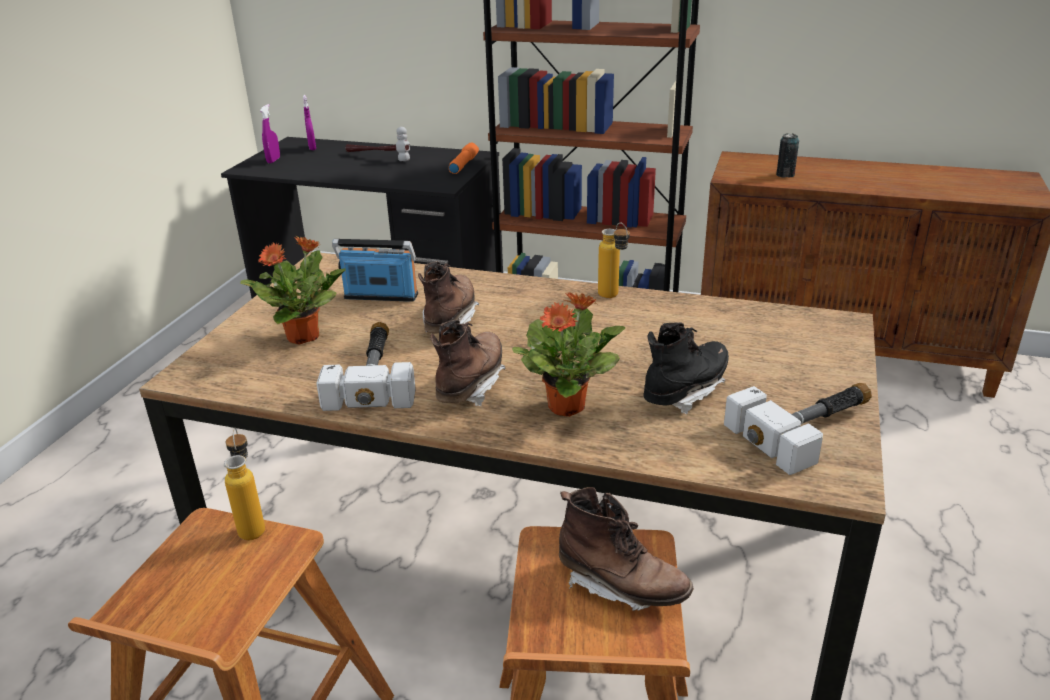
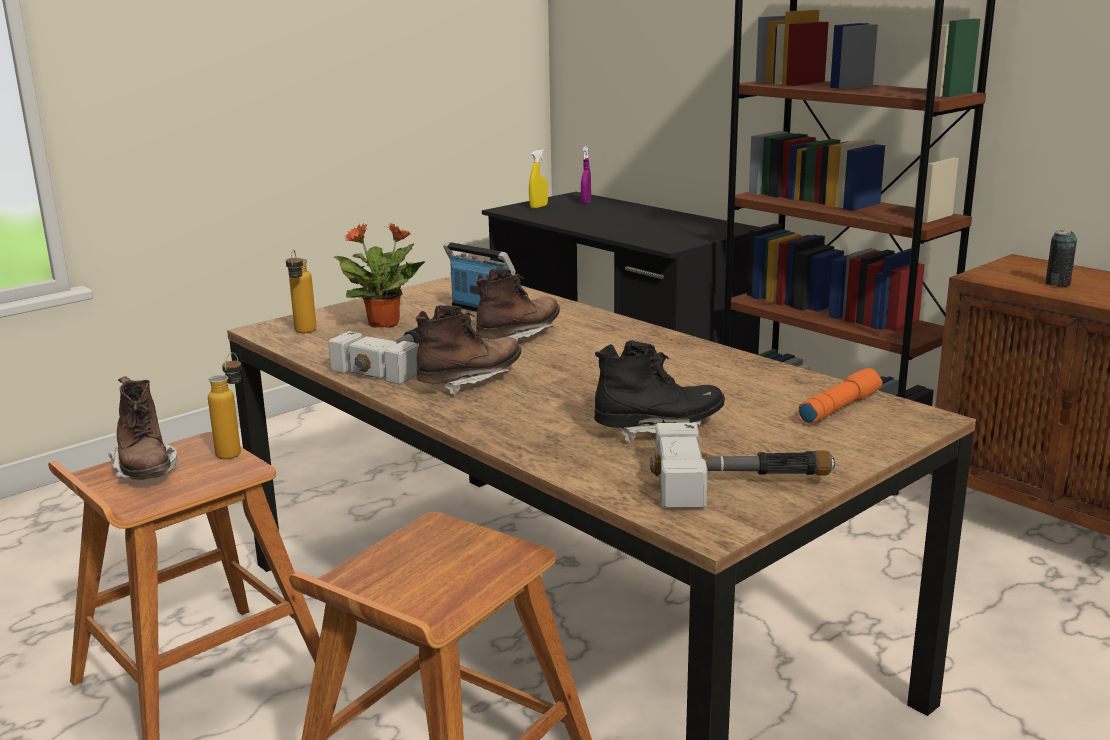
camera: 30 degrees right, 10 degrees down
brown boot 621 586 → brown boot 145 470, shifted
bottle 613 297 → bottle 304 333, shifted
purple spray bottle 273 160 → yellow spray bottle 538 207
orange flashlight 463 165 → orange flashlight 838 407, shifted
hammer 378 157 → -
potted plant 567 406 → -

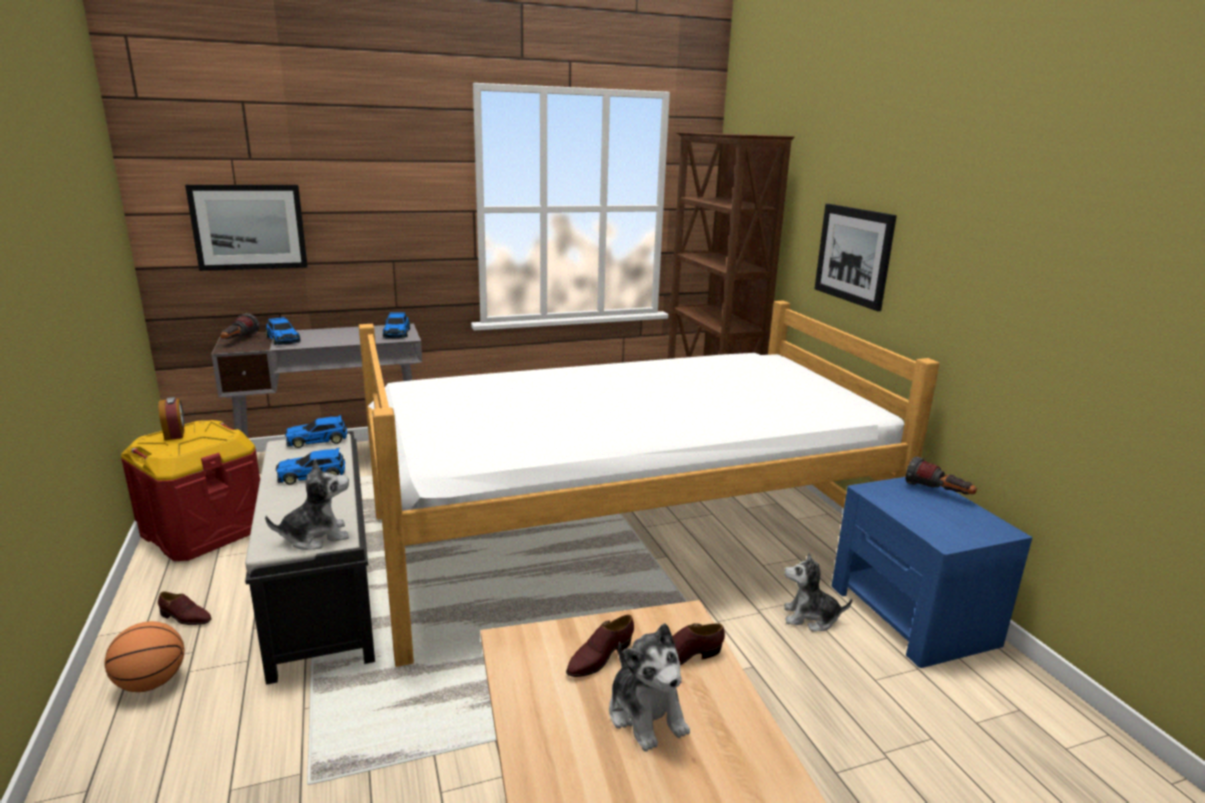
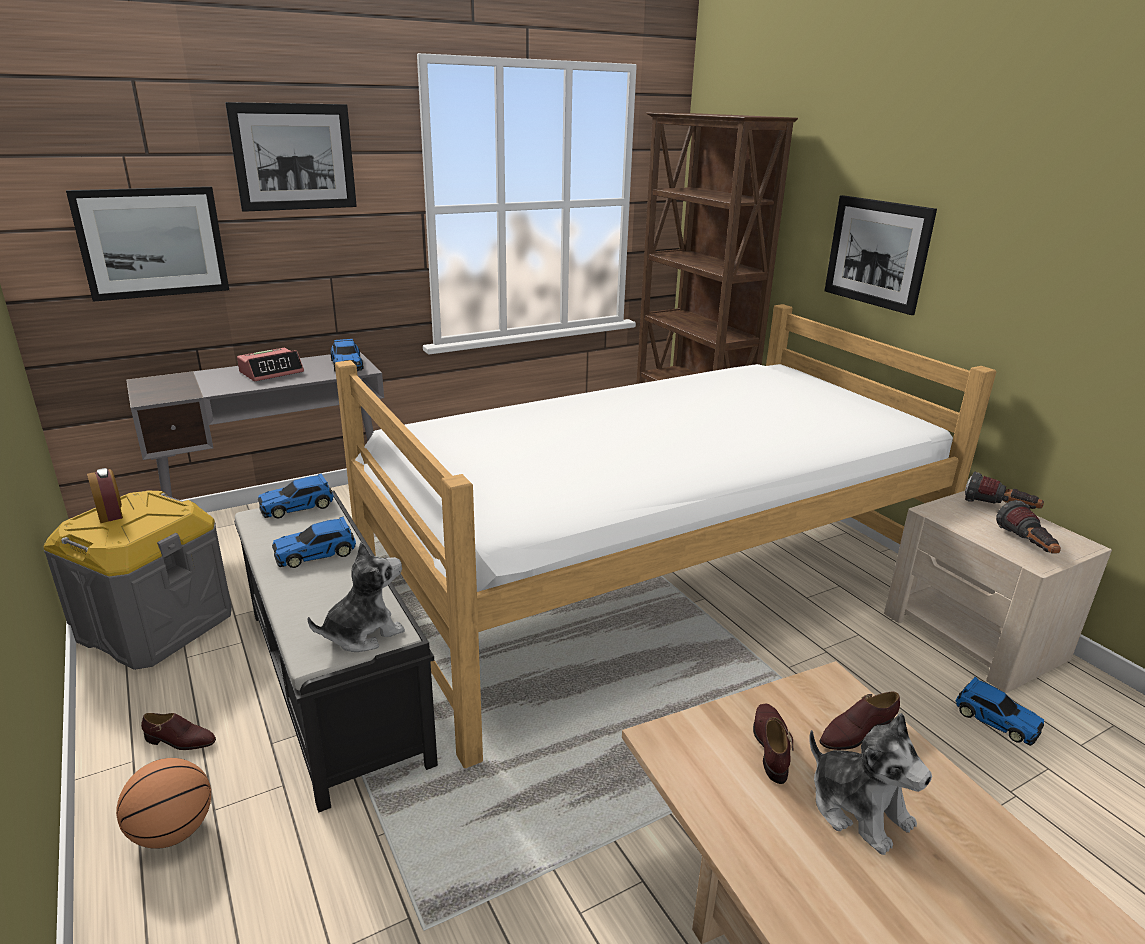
camera: 10 degrees left, 5 degrees up
red storage box 203 530 → grey storage box 155 625
- → picture 294 157
- → alarm clock 272 372
brown shoe 599 657 → brown shoe 771 746, 150 degrees clockwise
blue nightstand 912 615 → beige nightstand 974 636
toy car 283 339 → toy car 995 719, shifted
flashlight 238 340 → flashlight 1027 546, shifted
plush toy 810 618 → -

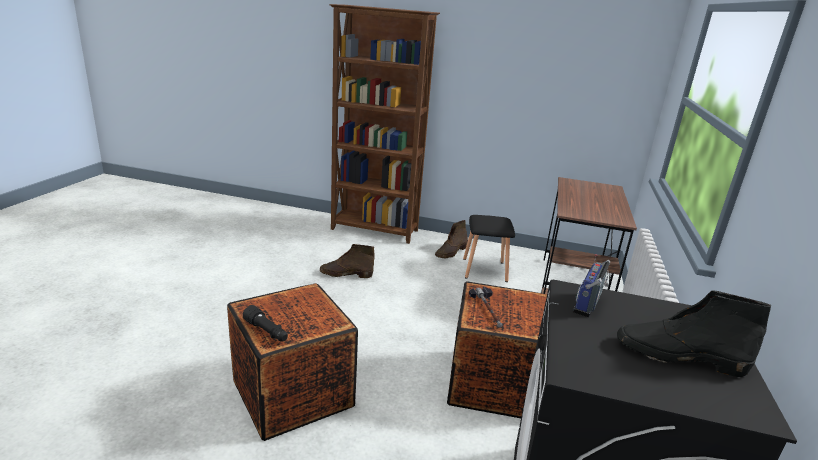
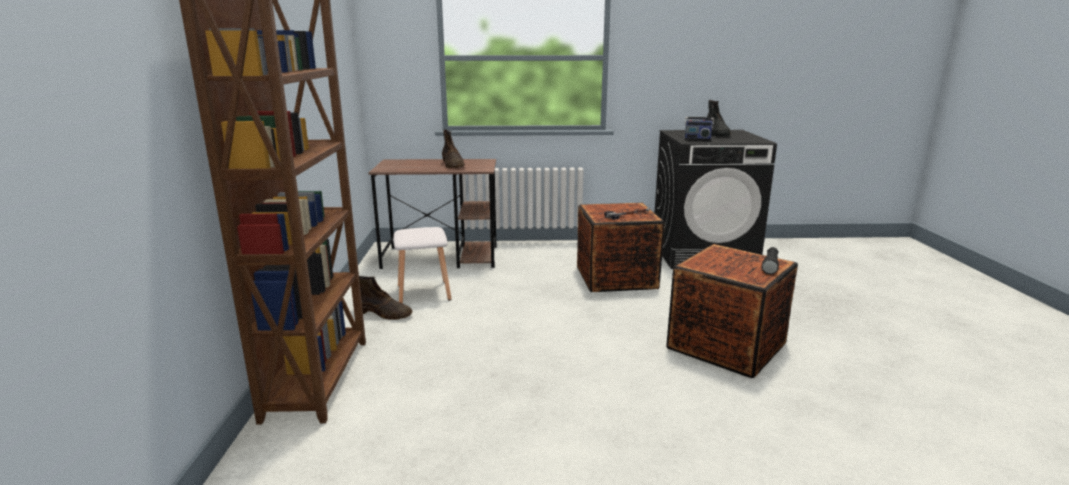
camera: 105 degrees left, 5 degrees down
black stool 484 269 → white stool 422 293
brown boot 345 274 → brown boot 453 165, shifted

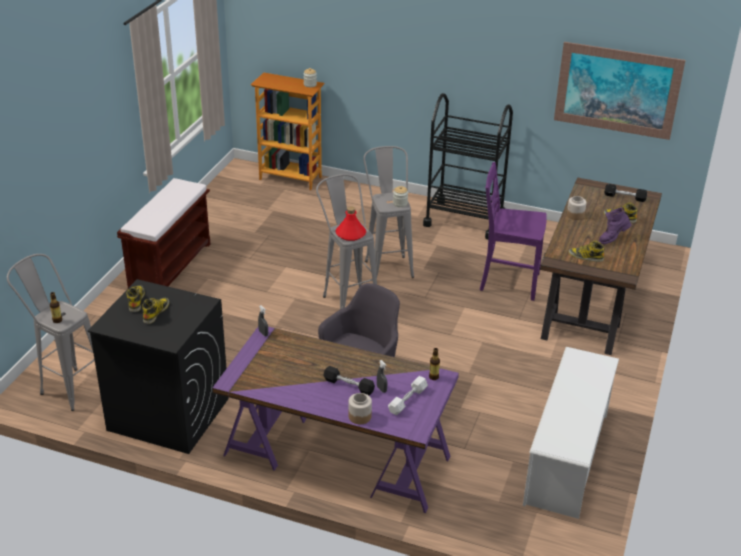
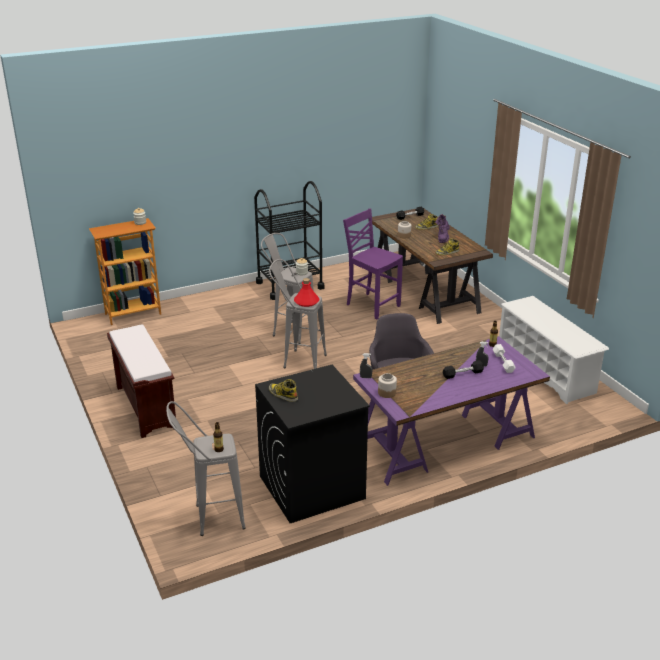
camera: 45 degrees left, 5 degrees down
purple chair 508 282 → purple chair 372 305, 75 degrees clockwise
jar 360 416 → jar 386 393, shifted
boot 156 312 → -
picture 617 90 → -

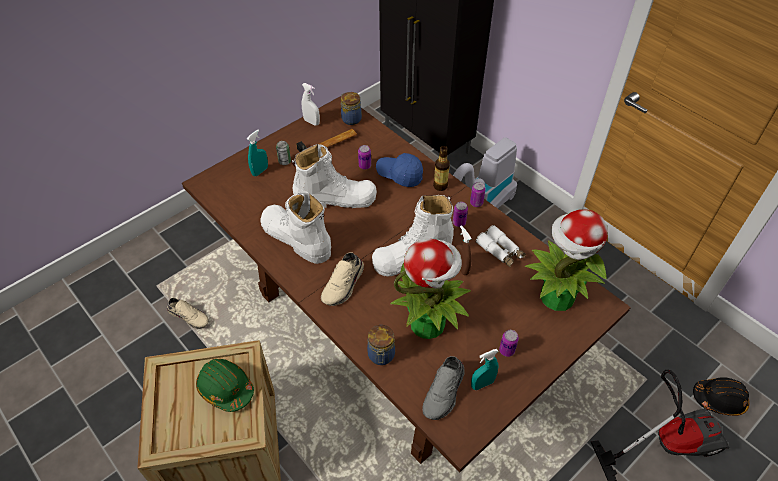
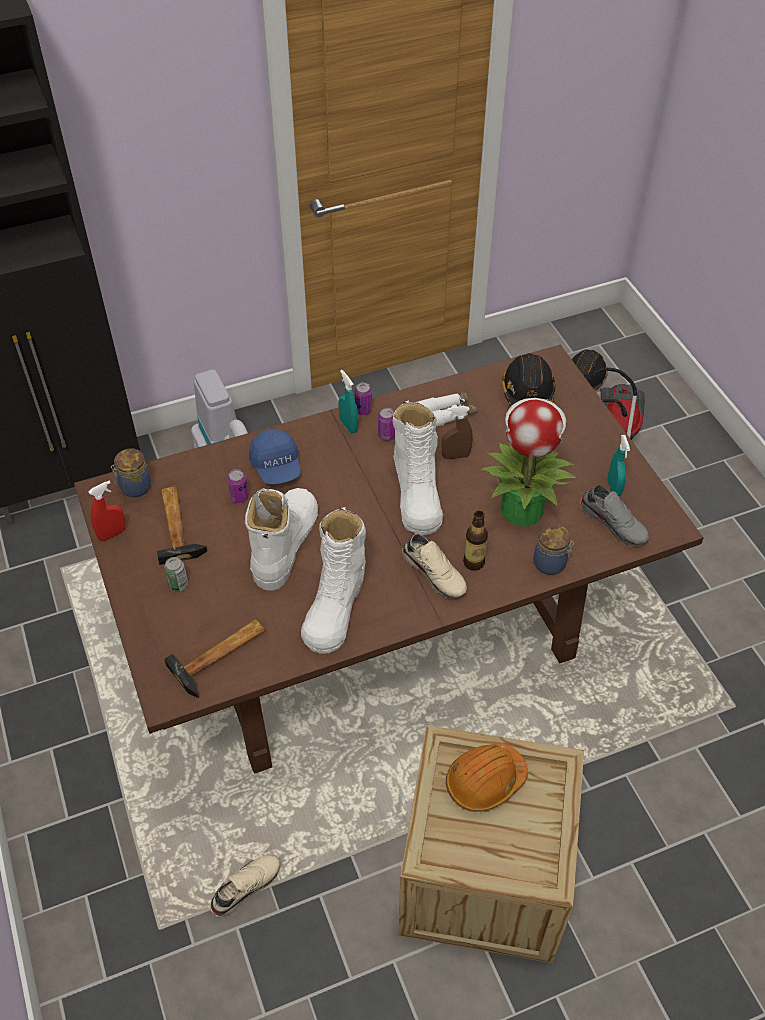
camera: 70 degrees left, 0 degrees up
white spray bottle 311 122 → red spray bottle 112 534
- → hammer 221 656
blue cap 399 175 → blue cap 276 466, 60 degrees counterclockwise
white boot 296 238 → white boot 335 604, 45 degrees counterclockwise
turquoise spray bottle 260 171 → turquoise spray bottle 348 426, shifted
green hard hat 225 388 → orange hard hat 485 781
bottle 440 186 → bottle 474 562, shifted
potted plant 556 297 → black hard hat 528 393
can 506 350 → -

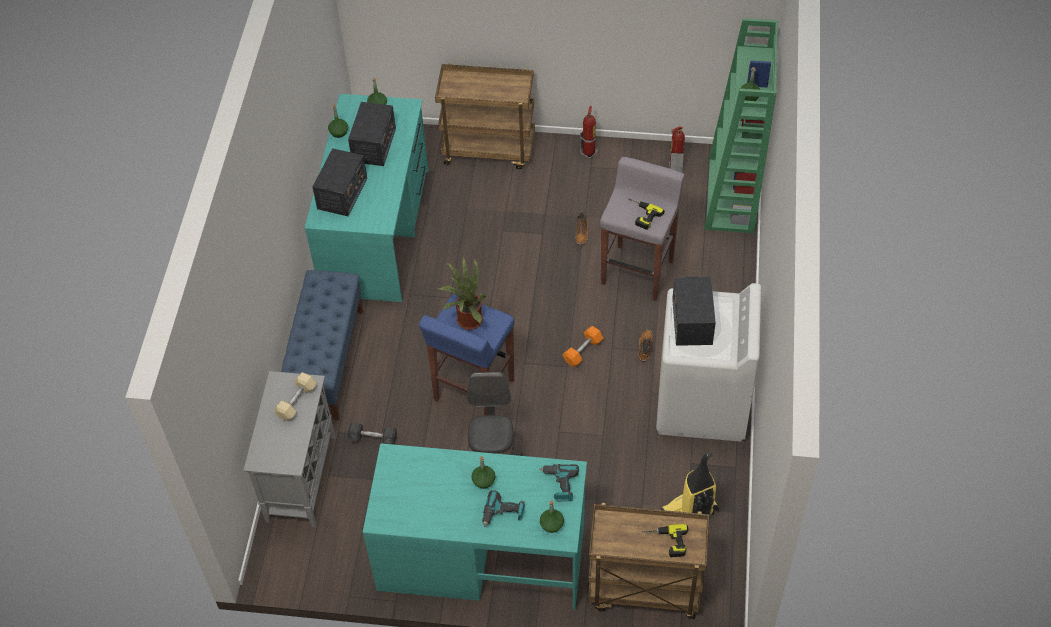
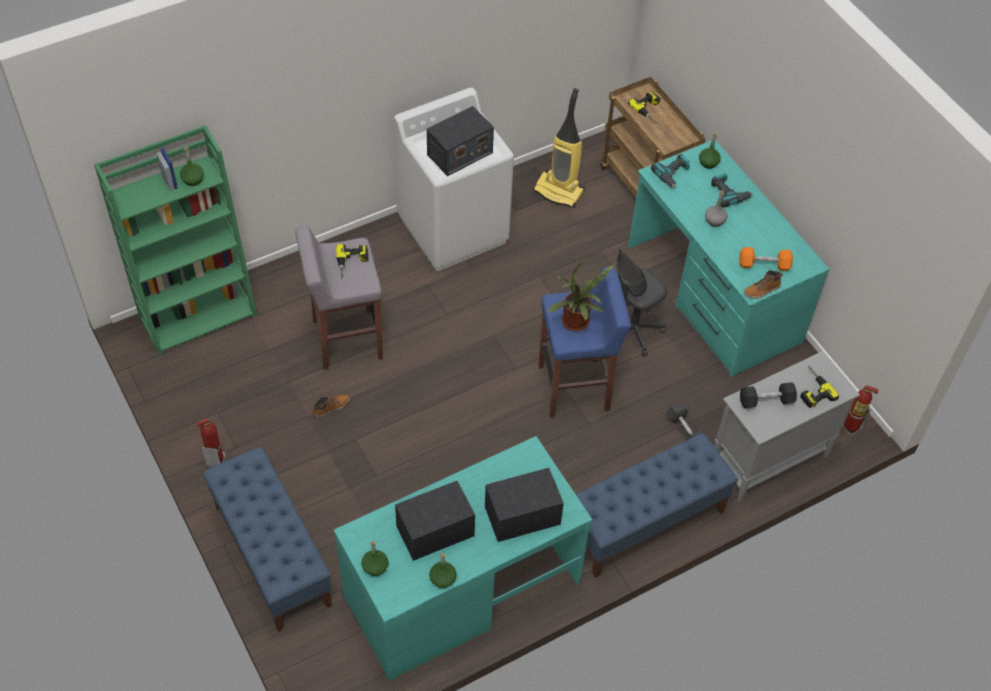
camera: 130 degrees left, 0 degrees up
brown cart 489 149 → blue bench 272 555
green bottle 483 481 → grey bottle 714 220
orange dumbbell 583 351 → orange dumbbell 764 264, shifted
beige dumbbell 296 401 → black dumbbell 766 400
boot 645 347 → boot 762 290, shifted
- → power drill 811 389
fire extinguisher 675 168 → fire extinguisher 851 427, shifted

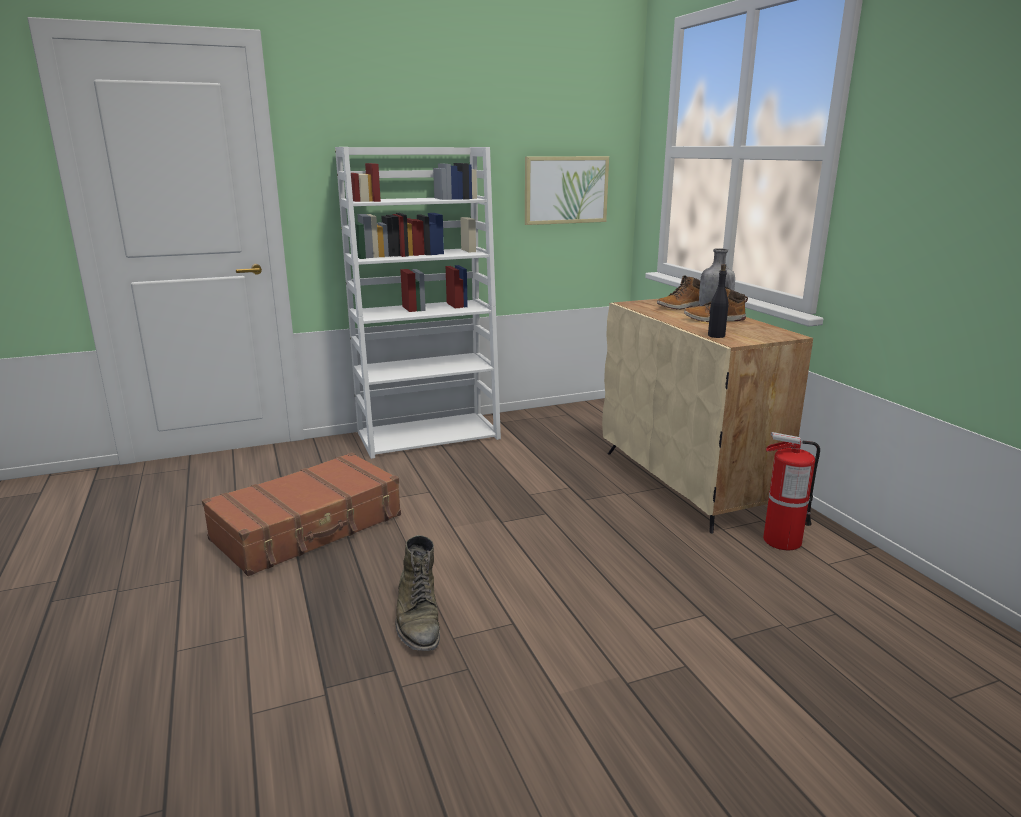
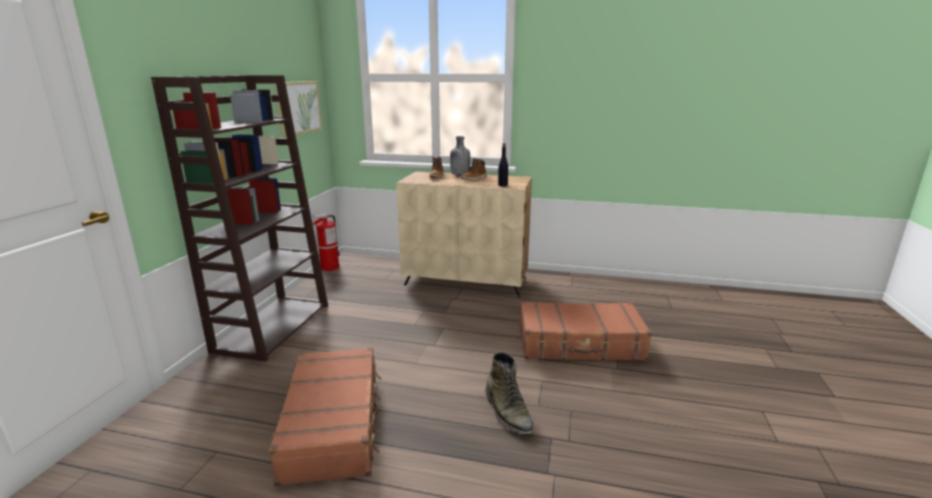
camera: 55 degrees left, 0 degrees up
white bookcase 429 435 → brown bookcase 273 326
fire extinguisher 781 541 → fire extinguisher 329 267, shifted
green boot 418 619 → green boot 508 412, 45 degrees clockwise
- → brown suitcase 580 344

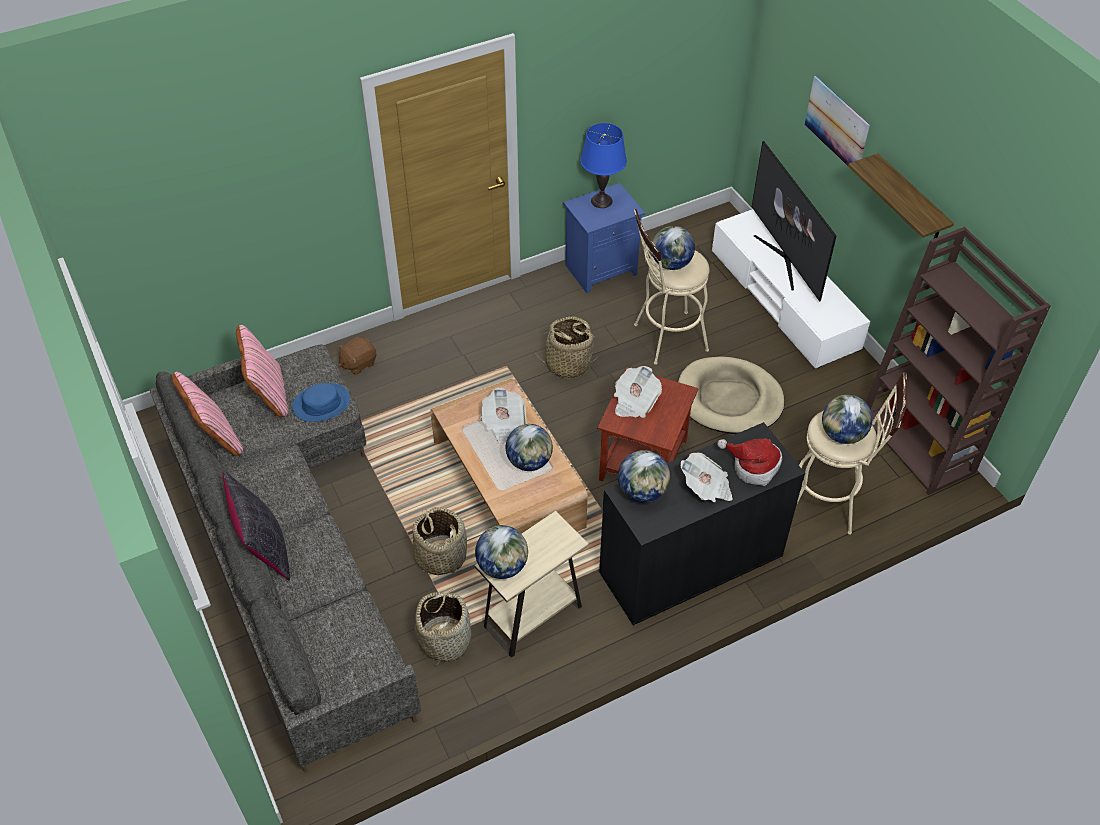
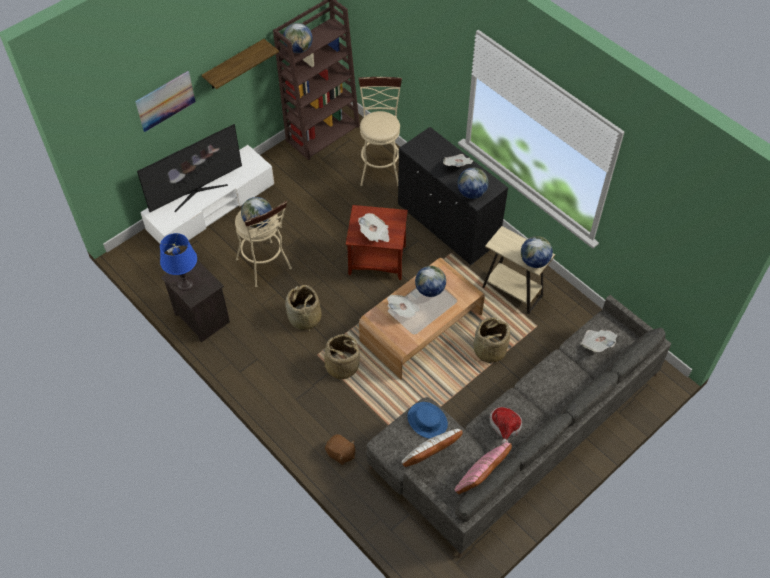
camera: 105 degrees left, 5 degrees up
blue nightstand 601 269 → black nightstand 201 318
globe 842 435 → globe 299 49, shifted
basket 445 639 → basket 342 366, shifted
pink pillow 268 394 → white pillow 430 459
hat 752 466 → hat 505 427, shifted
- → newspaper 596 344
black pillow 264 548 → -
beige dog bed 729 399 → -

